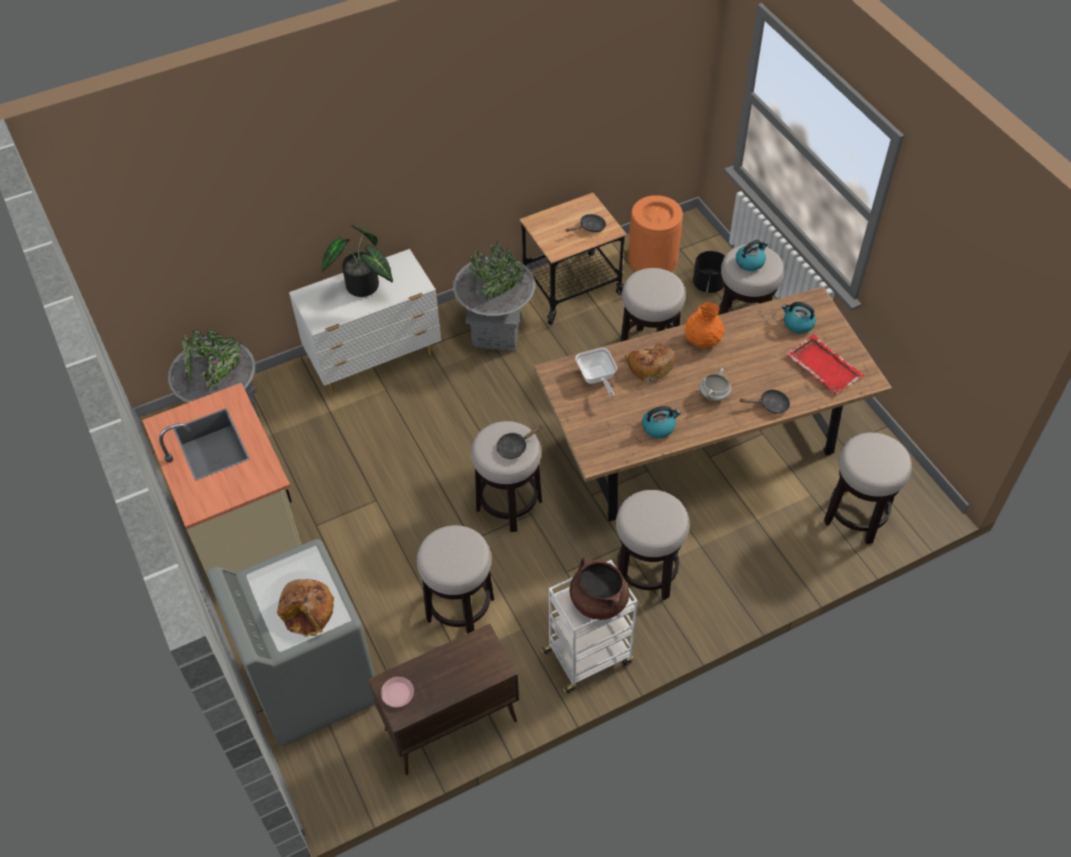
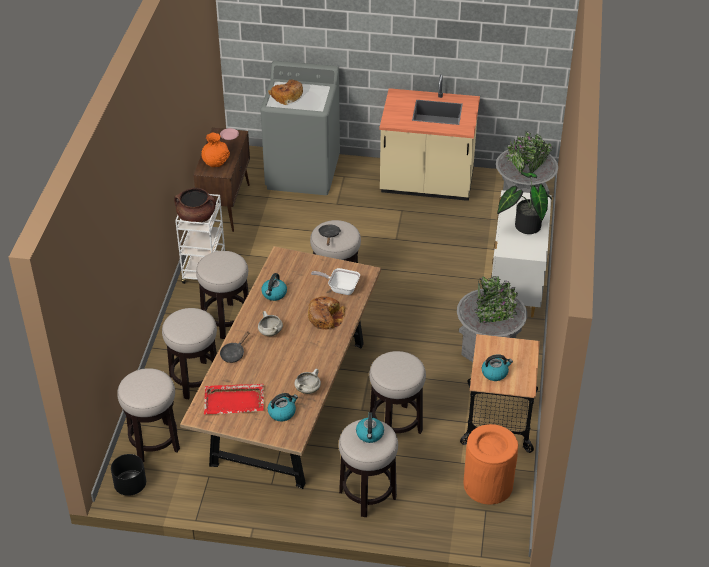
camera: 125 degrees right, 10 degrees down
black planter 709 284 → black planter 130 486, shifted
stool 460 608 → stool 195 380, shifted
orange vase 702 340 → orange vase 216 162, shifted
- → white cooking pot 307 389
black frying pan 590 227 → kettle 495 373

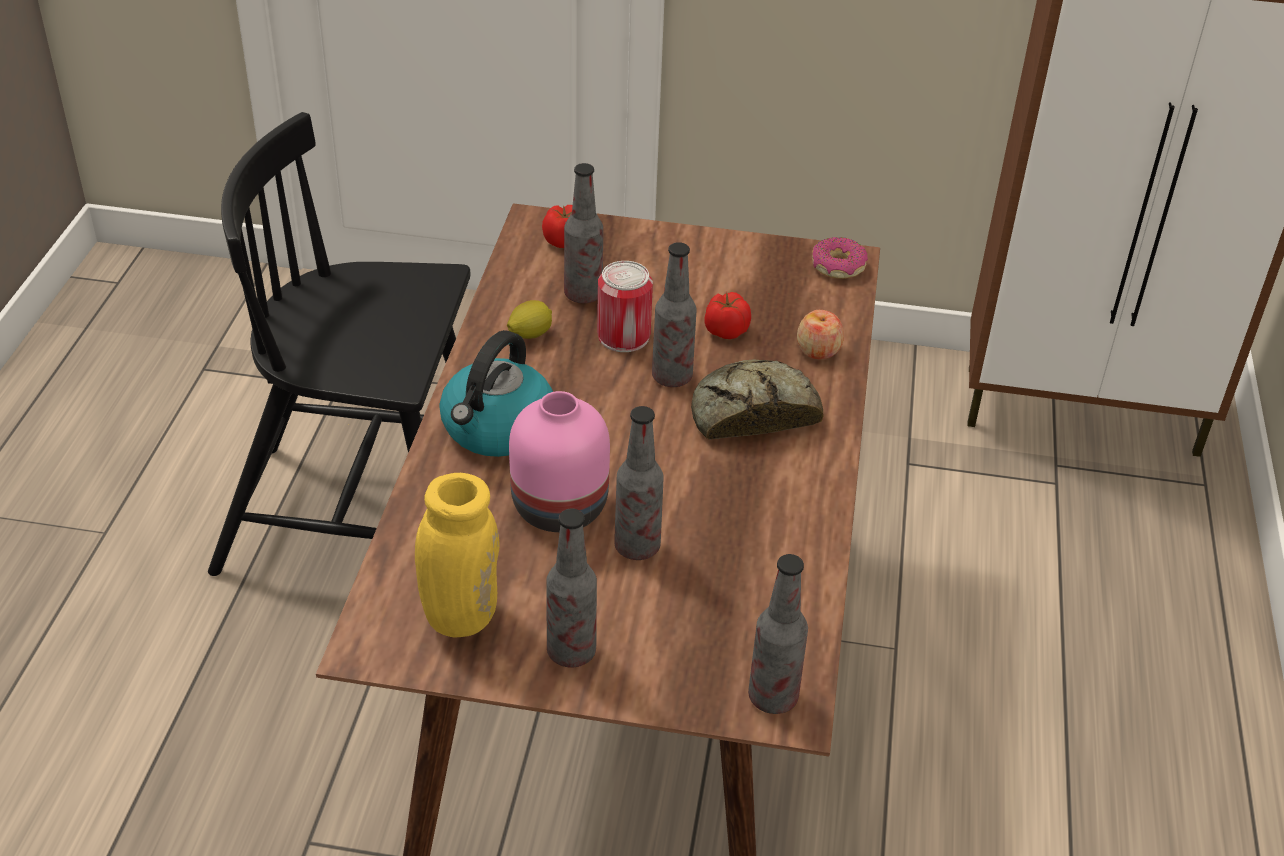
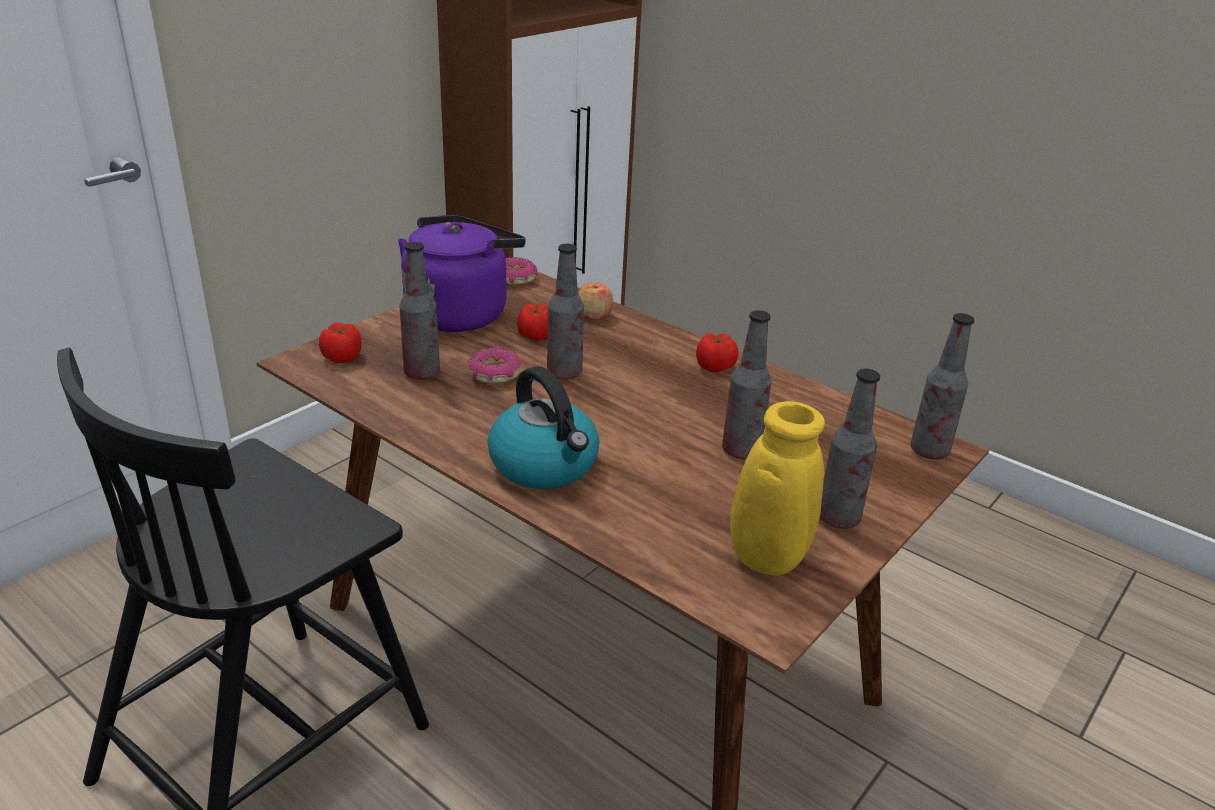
camera: 60 degrees left, 10 degrees down
- → purple kettle 460 313
can 623 336 → donut 494 374
- → tomato 715 367
lemon 530 334 → -
pink vase 559 508 → -
bread 751 412 → -

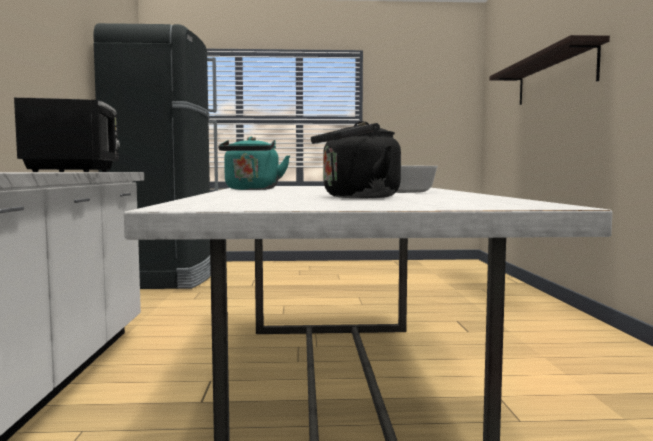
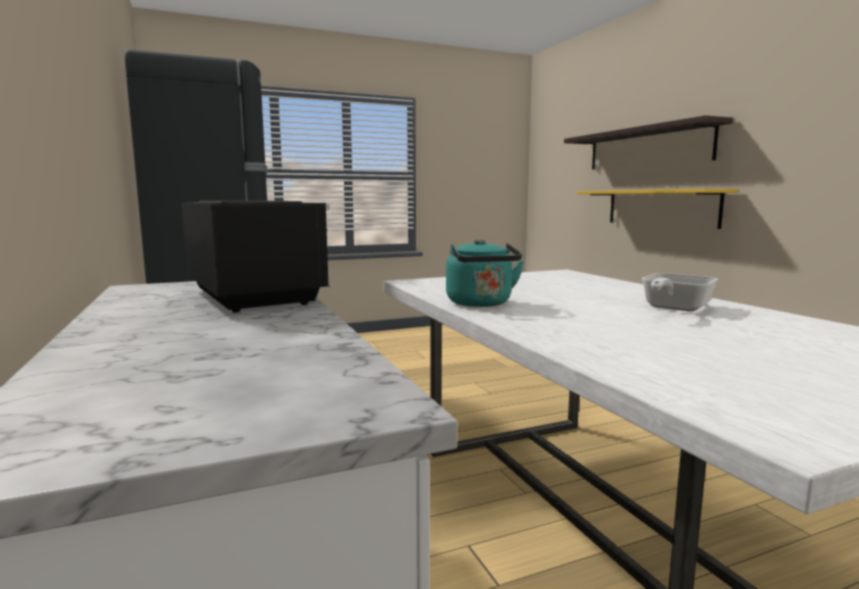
camera: 20 degrees left, 5 degrees up
- → yellow shelf 660 207
black kettle 356 197 → -

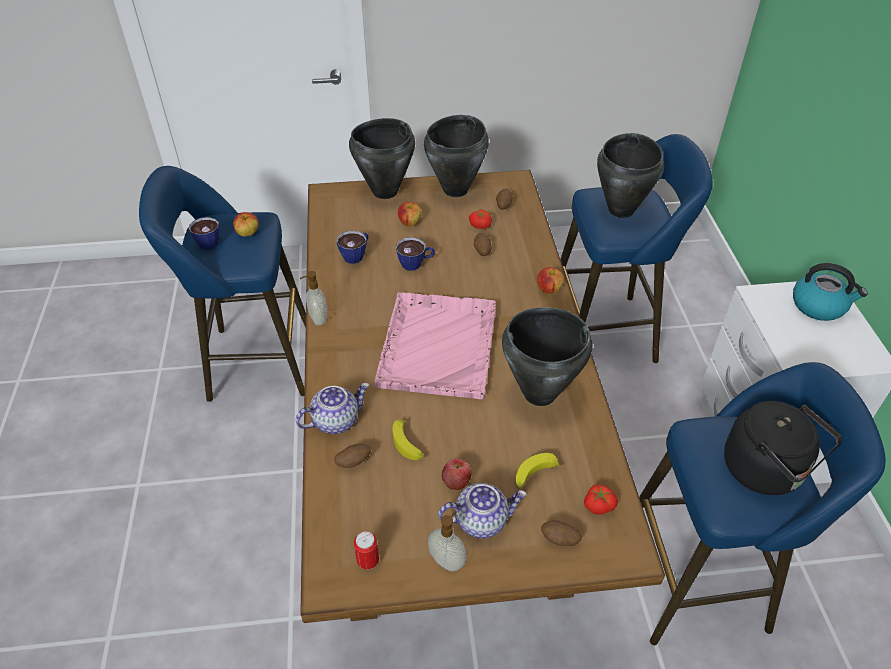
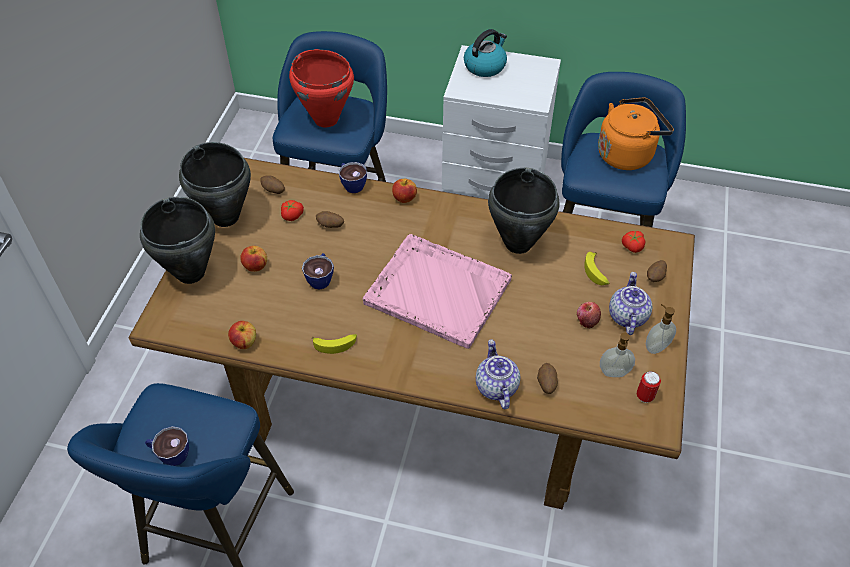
camera: 70 degrees left, 5 degrees up
apple 248 233 → apple 244 342, shifted
black cooking pot 621 210 → red cooking pot 326 119
banana 408 444 → banana 335 344, shifted
cup 356 255 → cup 351 184, shifted
black kettle 767 471 → orange kettle 627 154
soap dispenser 317 319 → soap dispenser 614 373, shifted

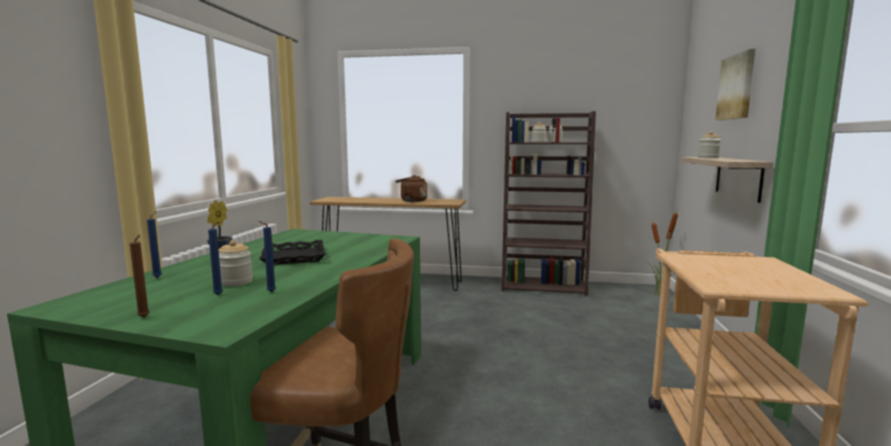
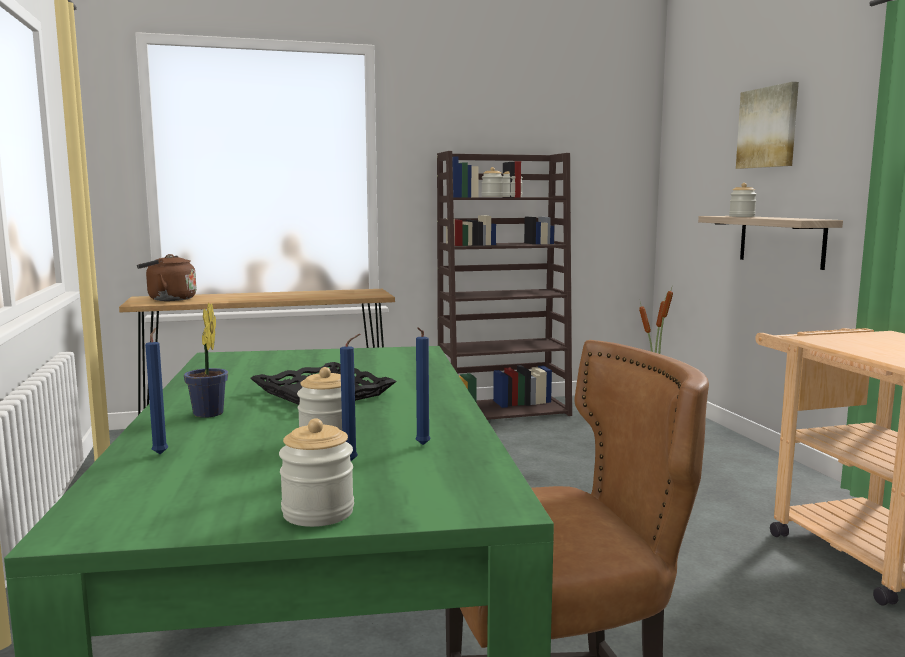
camera: 25 degrees left, 0 degrees up
brown kettle 412 201 → brown kettle 168 299, shifted
brown candle 145 318 → jar 318 512

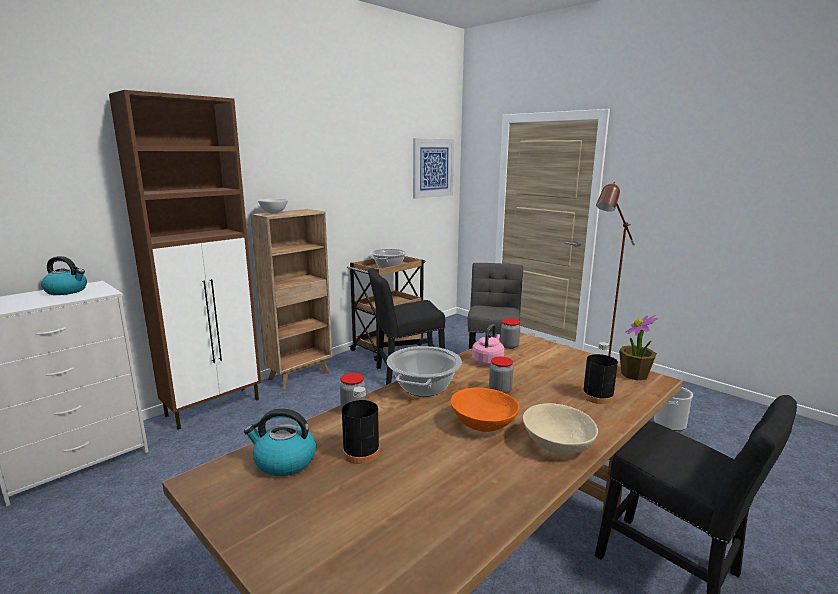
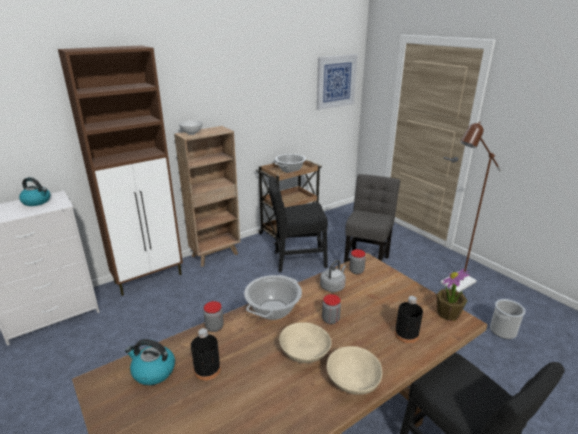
camera: 10 degrees right, 10 degrees up
orange bowl 482 424 → beige bowl 304 353
pink kettle 488 361 → grey kettle 333 286

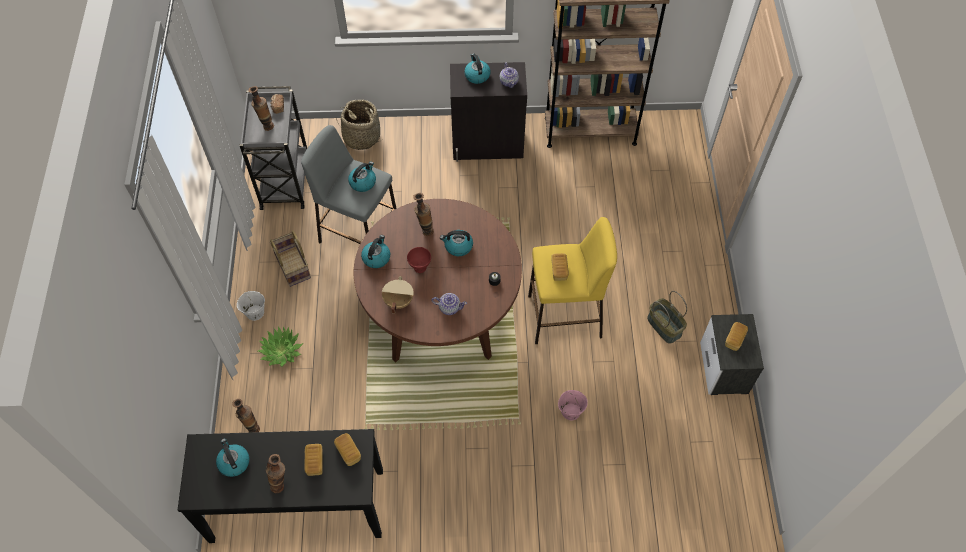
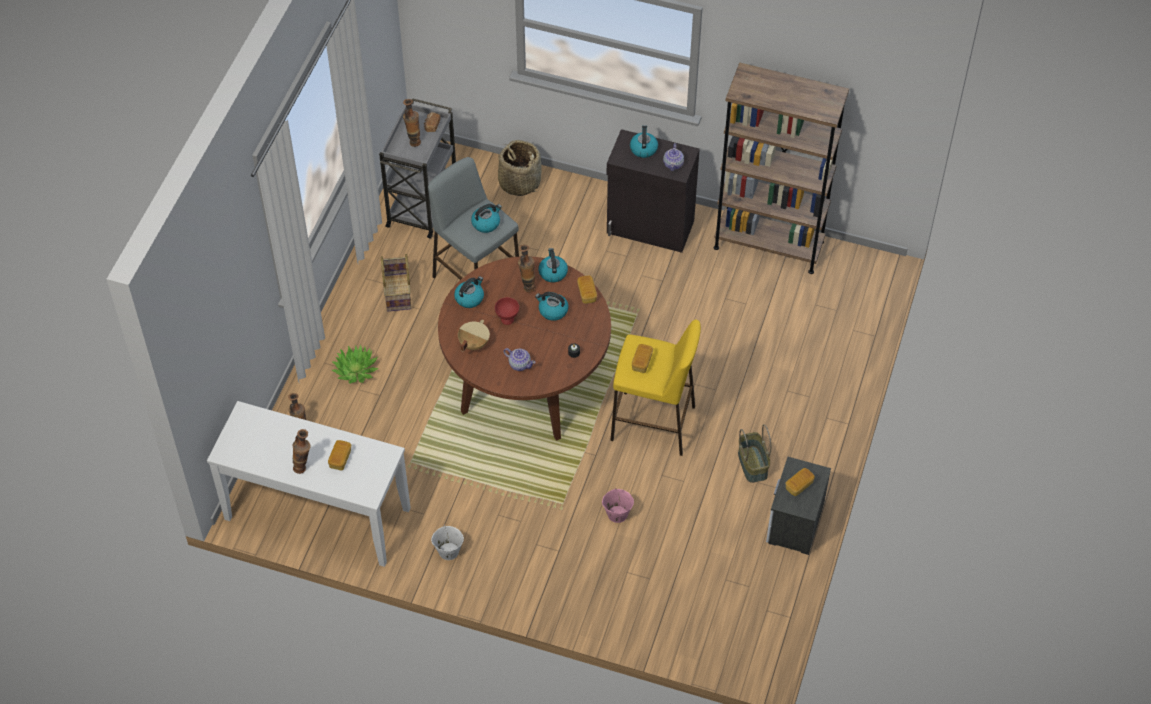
camera: 20 degrees right, 5 degrees down
black console table 297 506 → white console table 317 514
white bucket 255 313 → white bucket 448 551, shifted
kettle 234 462 → kettle 552 272, shifted
bread 348 452 → bread 587 294, shifted

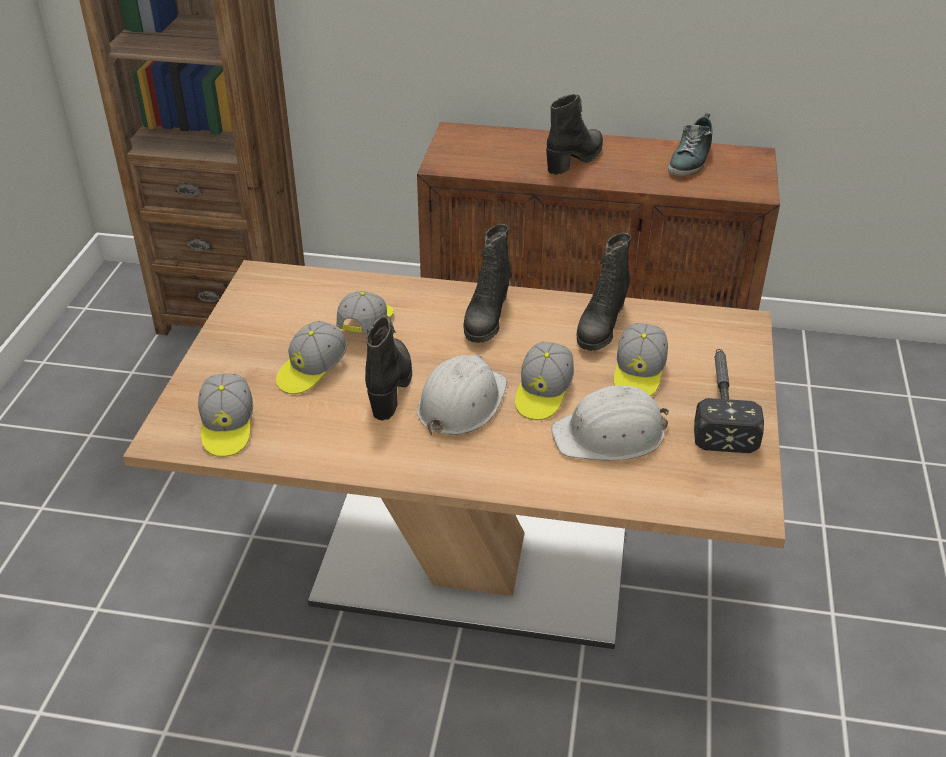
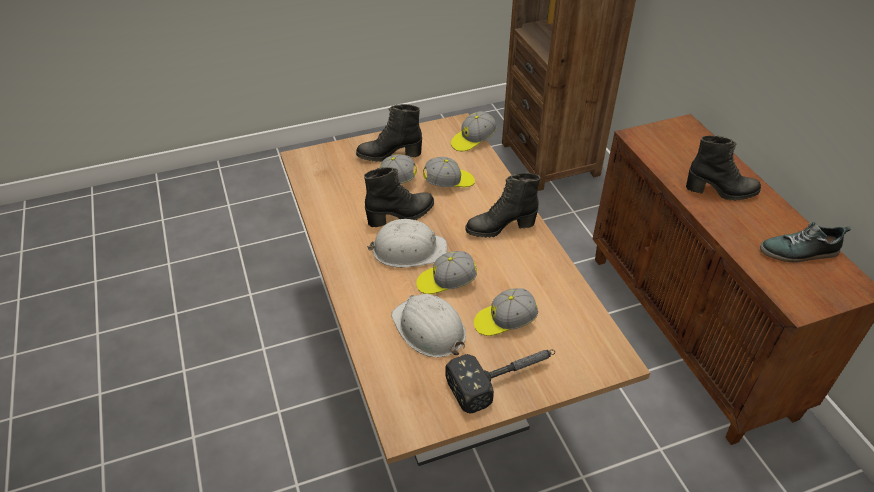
camera: 60 degrees right, 5 degrees up
black boot 600 327 → black boot 389 155, shifted
cap 227 427 → cap 473 140, shifted

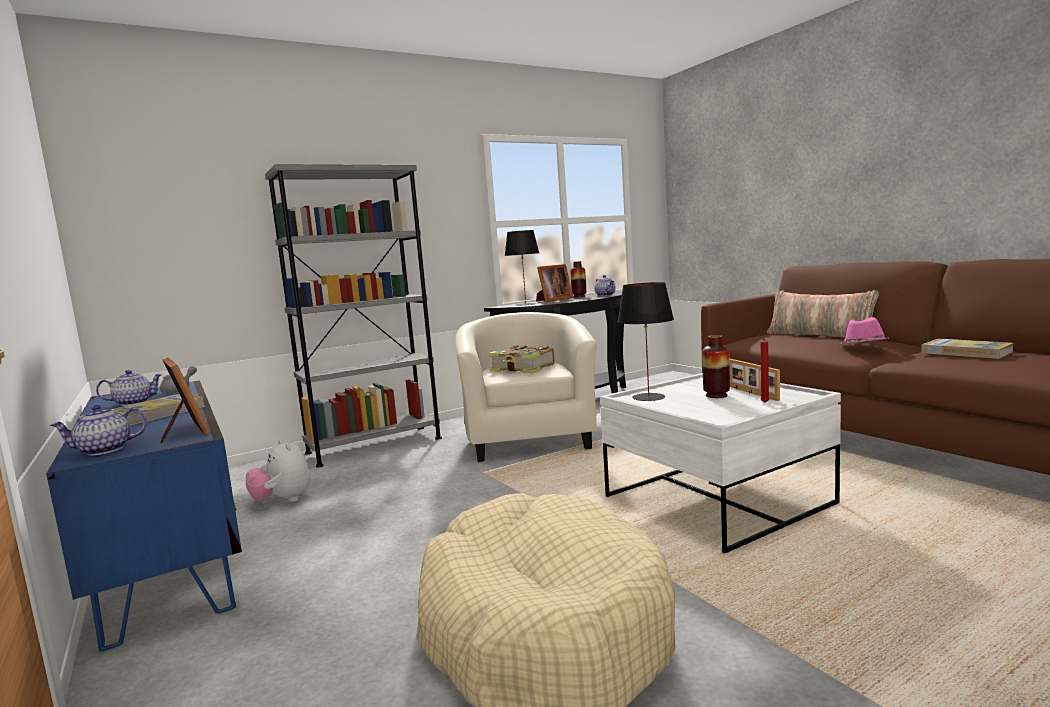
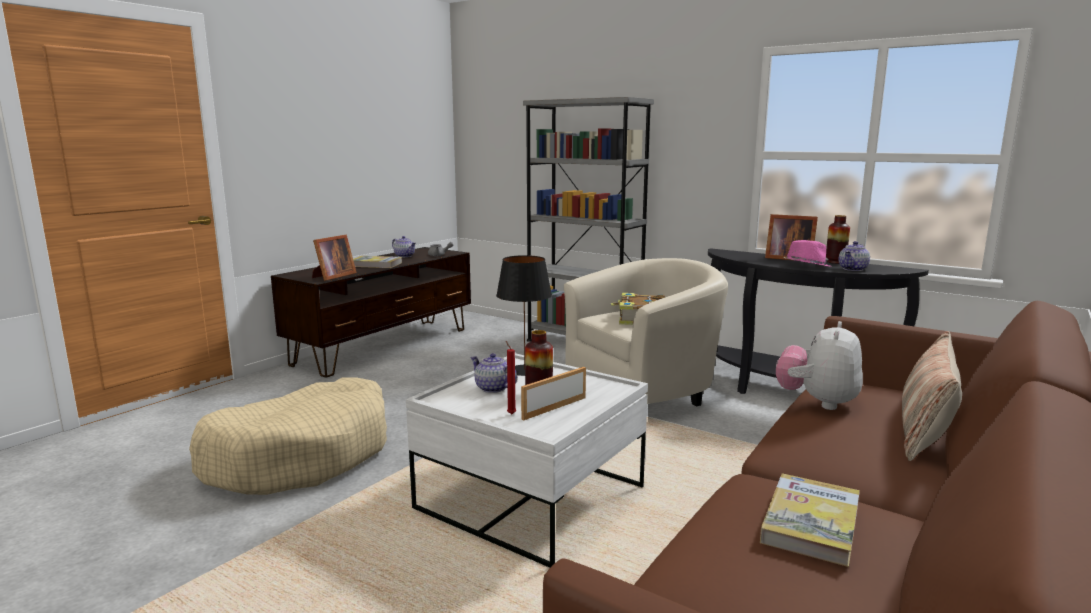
camera: 65 degrees right, 5 degrees up
blue tv stand 170 553 → brown tv stand 384 346
teapot 104 450 → teapot 492 388, shifted
plush toy 283 501 → plush toy 817 402, shifted
pink hat 863 346 → pink hat 805 267, shifted
black table lamp 525 304 → -

